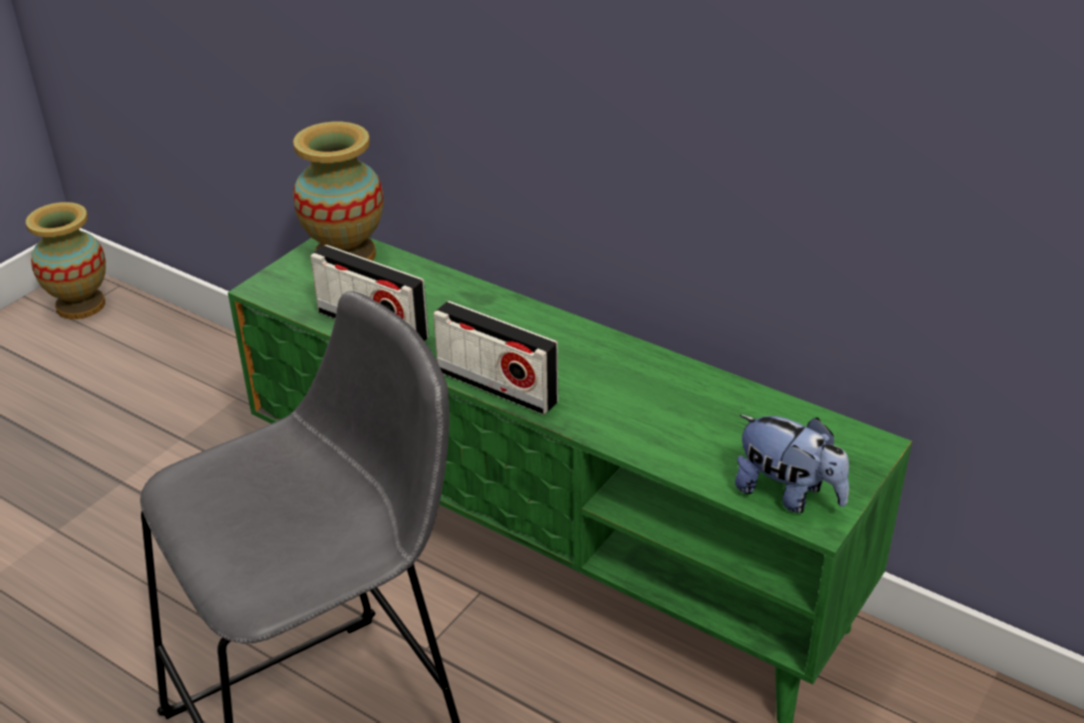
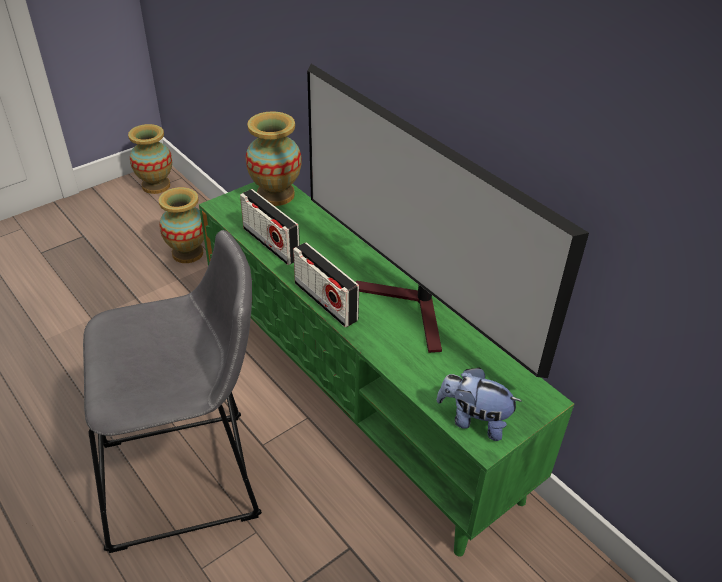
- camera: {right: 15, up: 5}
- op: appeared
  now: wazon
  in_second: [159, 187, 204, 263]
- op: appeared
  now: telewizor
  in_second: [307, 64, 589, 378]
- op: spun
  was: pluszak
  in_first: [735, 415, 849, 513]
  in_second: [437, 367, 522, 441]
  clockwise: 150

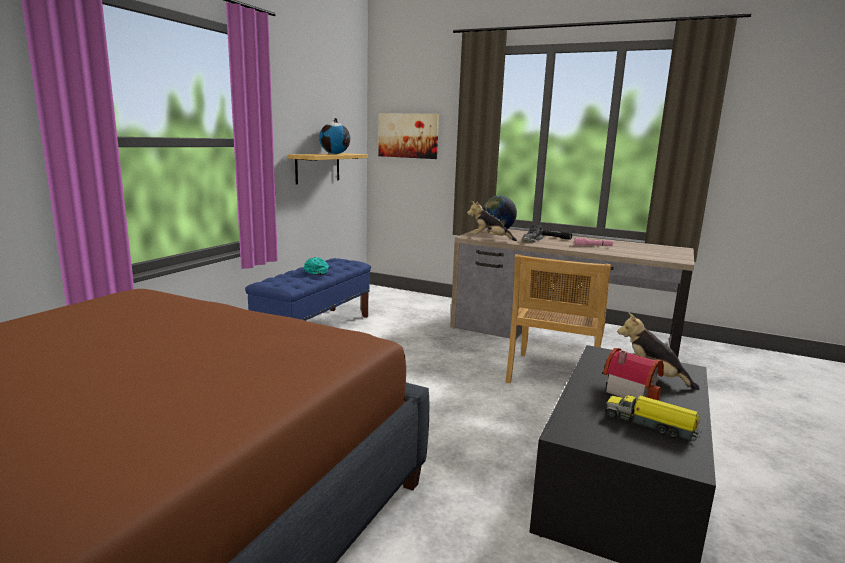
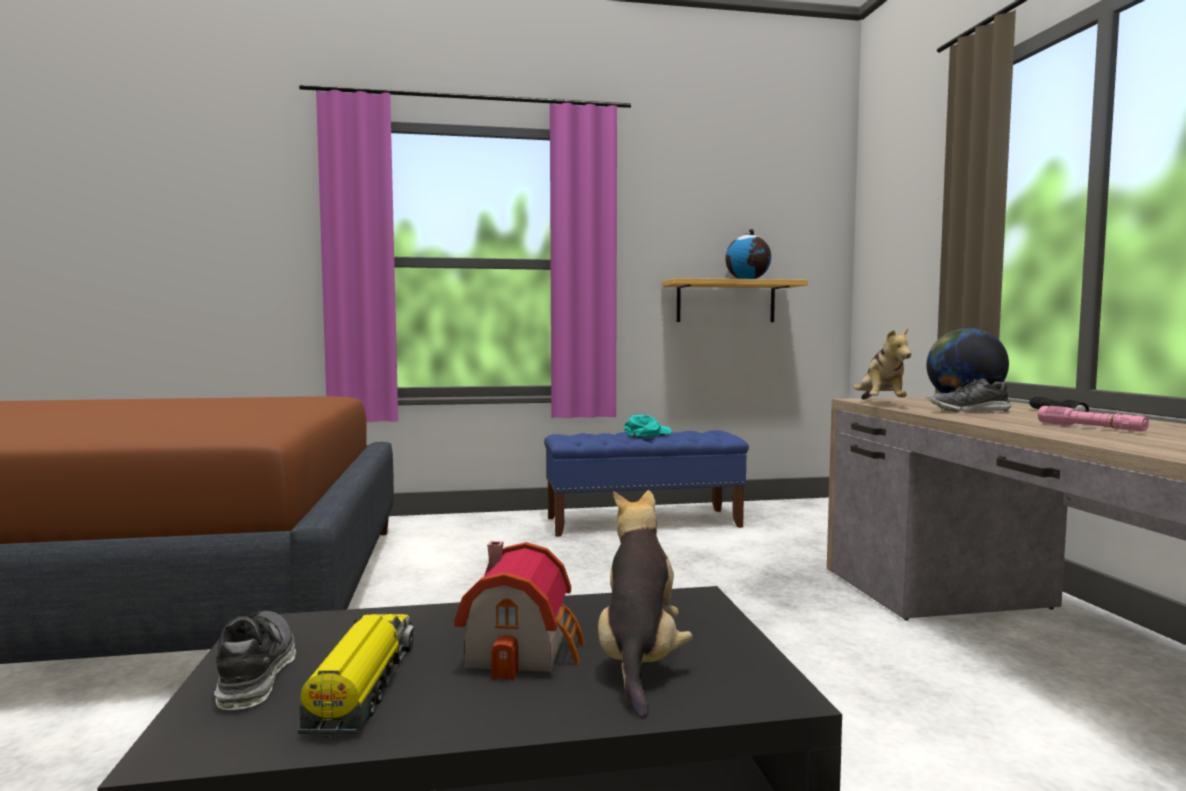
- camera: {right: 55, up: -10}
- op: missing
  was: obraz
  in_first: [378, 113, 439, 159]
- op: missing
  was: krzesło (beżowy)
  in_first: [505, 254, 611, 383]
- op: appeared
  now: but
  in_second: [214, 611, 296, 710]
- op: spun
  was: pluszak
  in_first: [467, 201, 517, 241]
  in_second: [854, 328, 911, 399]
  clockwise: -150

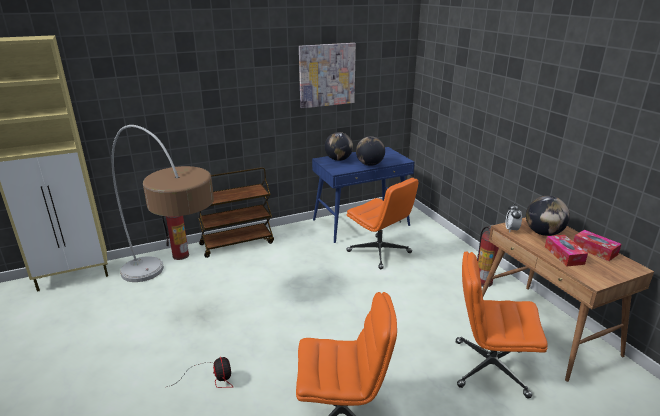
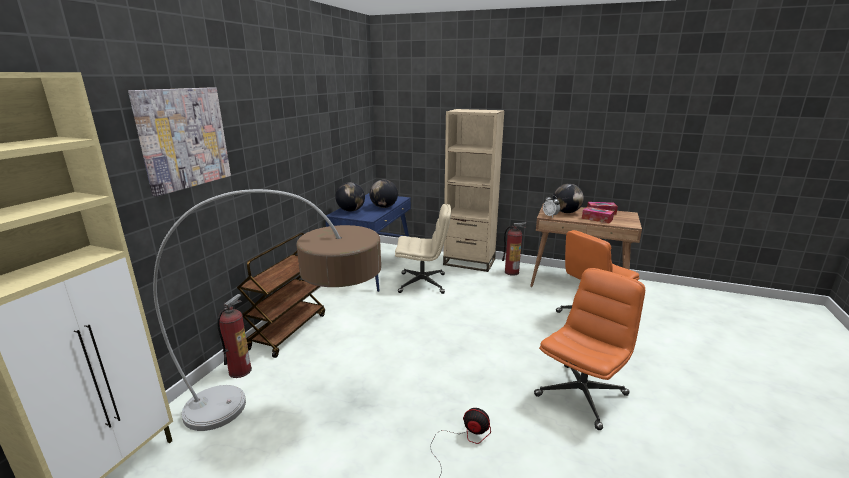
- camera: {right: -45, up: -5}
- op: appeared
  now: regał (beżowy)
  in_second: [443, 109, 505, 272]
- op: relocated
  was: obraz
  in_first: [299, 43, 356, 108]
  in_second: [128, 87, 231, 196]
- op: colour
  was: krzesło biurowe (pomarańczowy)
  now: krzesło biurowe (beżowy)
  in_first: [346, 178, 419, 269]
  in_second: [395, 204, 451, 294]

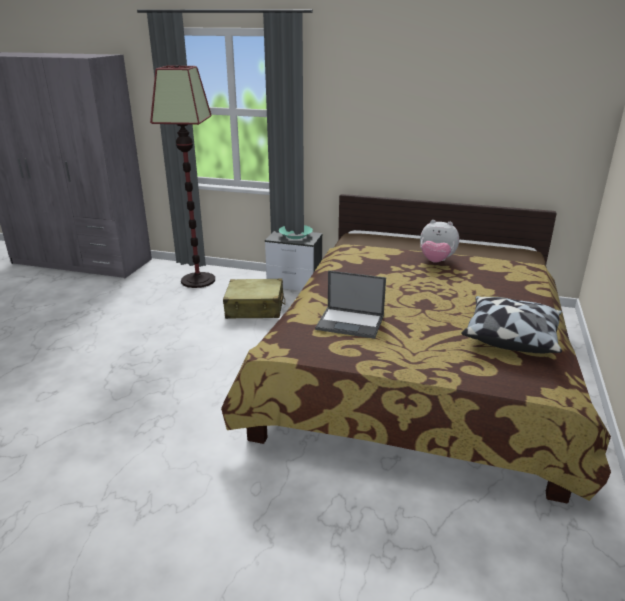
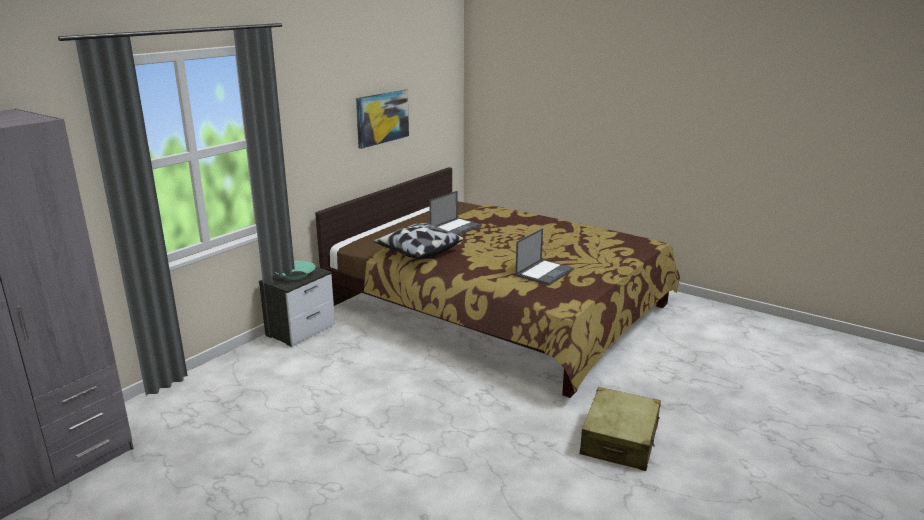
- camera: {right: -70, up: -5}
- op: missing
  was: lampa stojąca
  in_first: [150, 66, 215, 288]
- op: appeared
  now: obraz
  in_second: [356, 89, 409, 149]
- op: relocated
  was: walizka (beżowy)
  in_first: [223, 278, 285, 319]
  in_second: [580, 387, 661, 471]
- op: relocated
  was: poduszka
  in_first: [462, 296, 562, 353]
  in_second: [373, 223, 464, 259]
- op: exchanged
  was: pluszak
  now: laptop
  in_first: [420, 220, 459, 263]
  in_second: [429, 191, 482, 236]

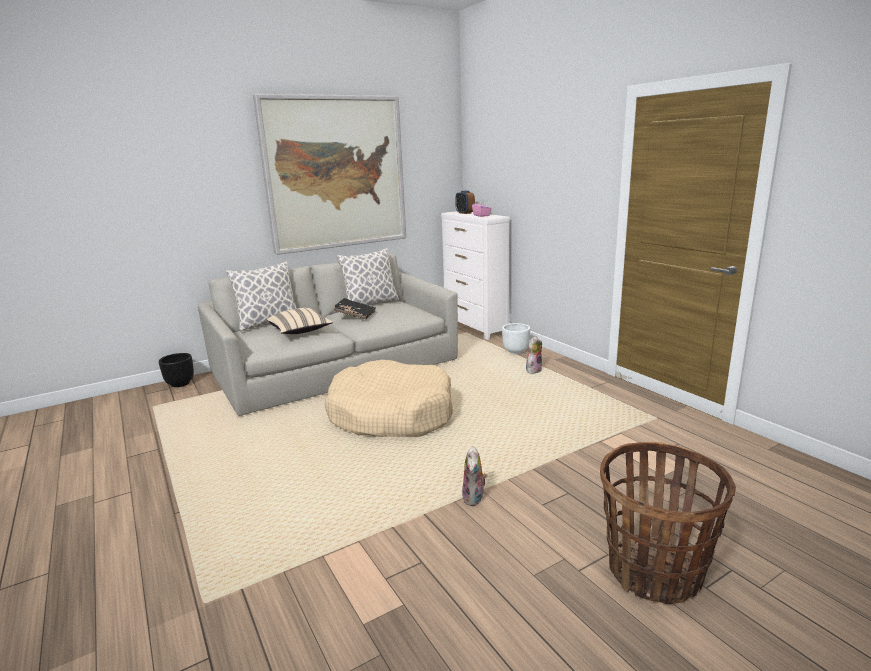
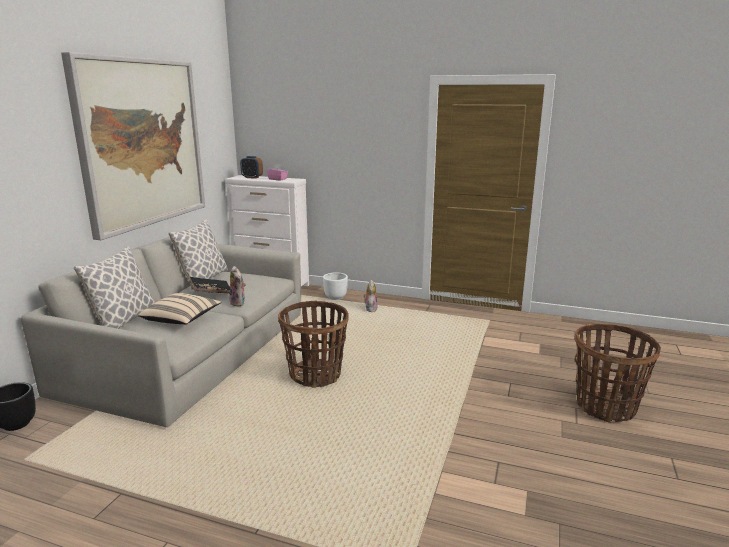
- camera: {right: -40, up: 0}
- op: relocated
  was: pluszak
  in_first: [462, 446, 488, 506]
  in_second: [229, 266, 246, 306]
- op: exchanged
  was: legowisko (beżowy)
  now: koszyk
  in_first: [325, 360, 453, 437]
  in_second: [278, 300, 349, 388]

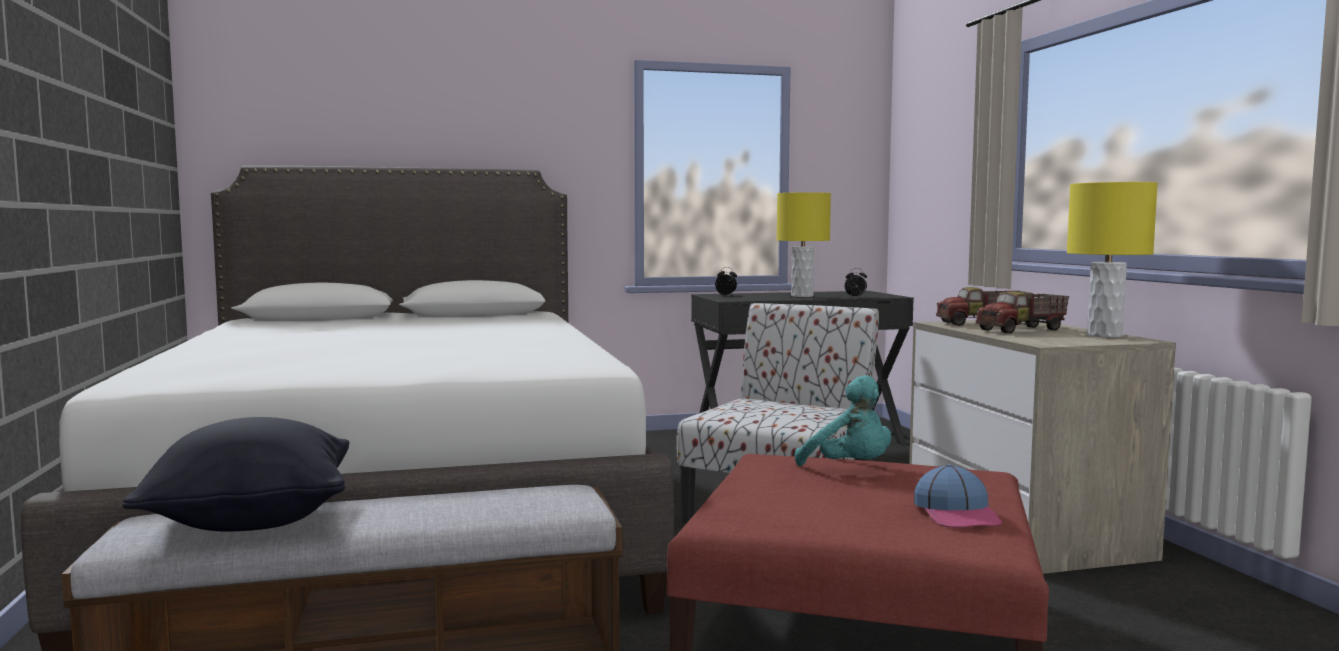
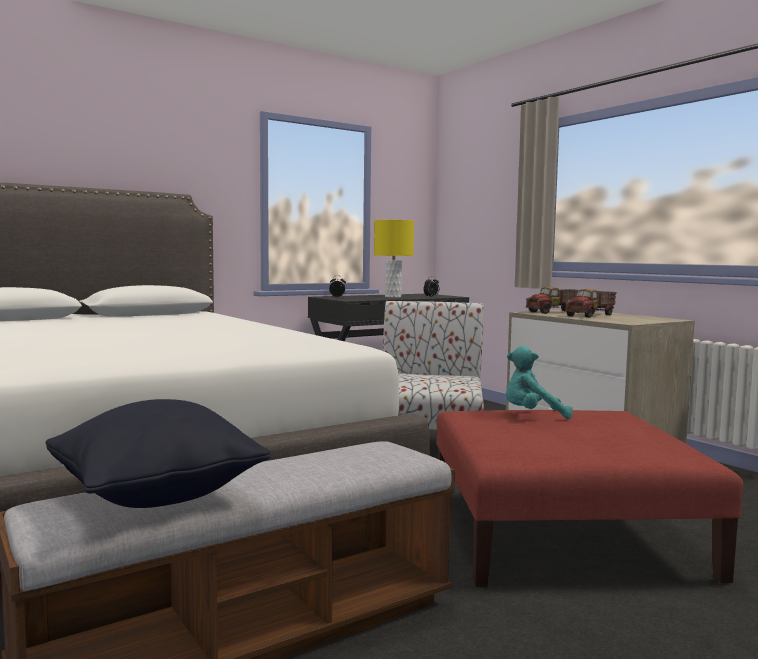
- camera: {right: -20, up: 0}
- op: missing
  was: czapka z daszkiem
  in_first: [914, 464, 1002, 528]
- op: missing
  was: lampa stołowa (żółty)
  in_first: [1067, 182, 1158, 338]
- op: spun
  was: pluszak (turkusowy)
  in_first: [795, 375, 892, 466]
  in_second: [506, 346, 573, 419]
  clockwise: 150

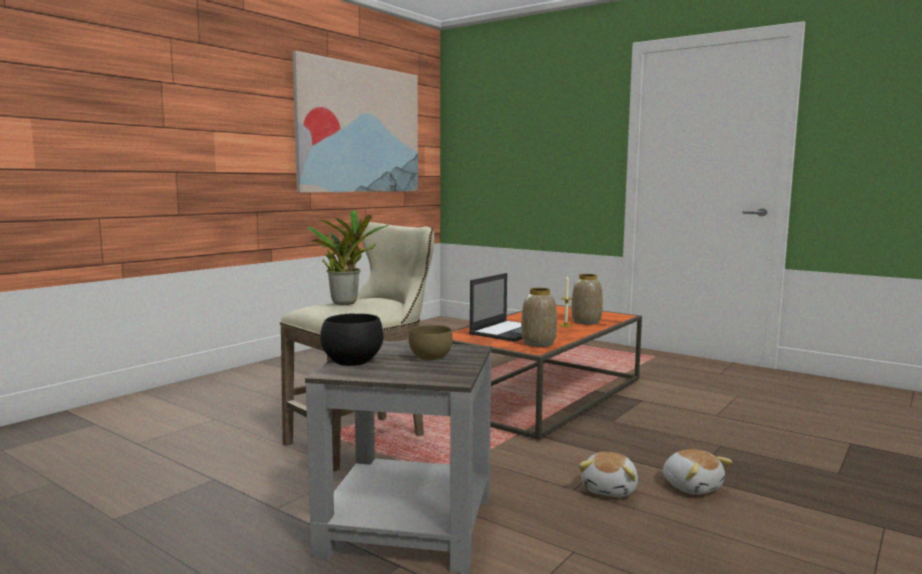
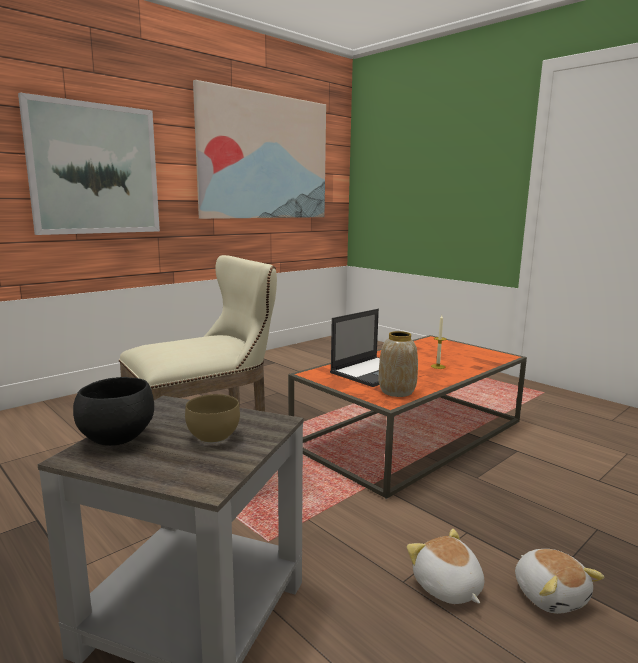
- camera: {right: 10, up: 5}
- op: missing
  was: roślina doniczkowa
  in_first: [308, 210, 389, 305]
- op: missing
  was: wazon
  in_first: [571, 274, 603, 325]
- op: appeared
  now: obraz
  in_second: [18, 93, 160, 235]
- op: spun
  was: pluszak
  in_first: [579, 452, 638, 497]
  in_second: [407, 529, 484, 604]
  clockwise: 120

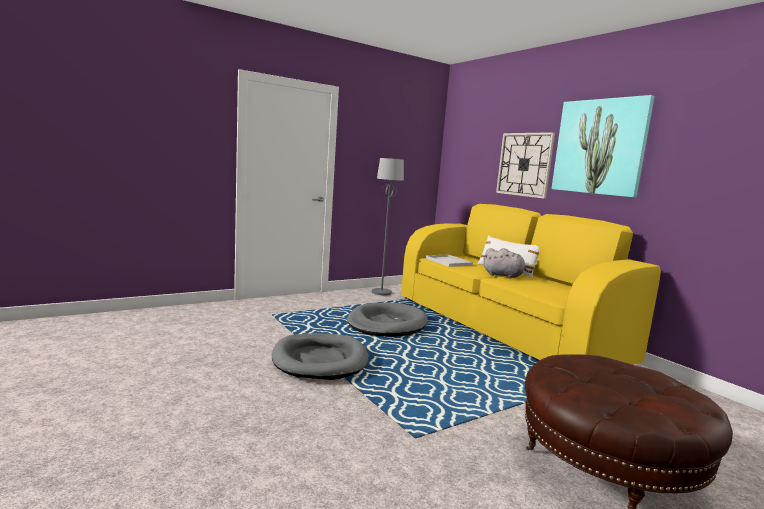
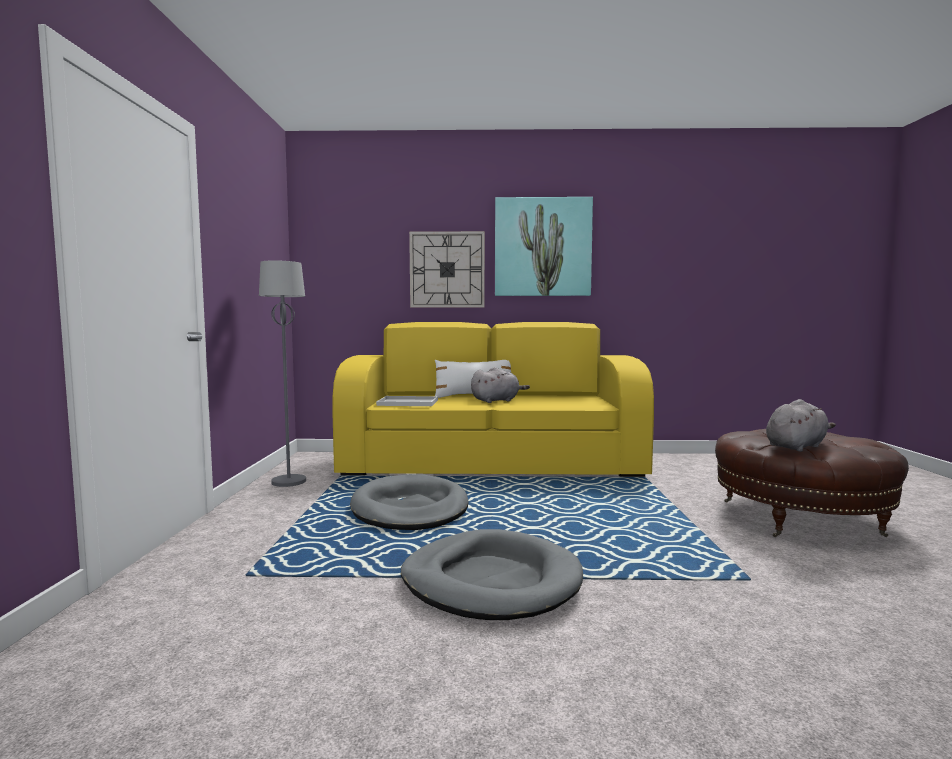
- camera: {right: -55, up: -5}
- op: appeared
  now: pluszak (szary)
  in_second: [766, 399, 836, 452]

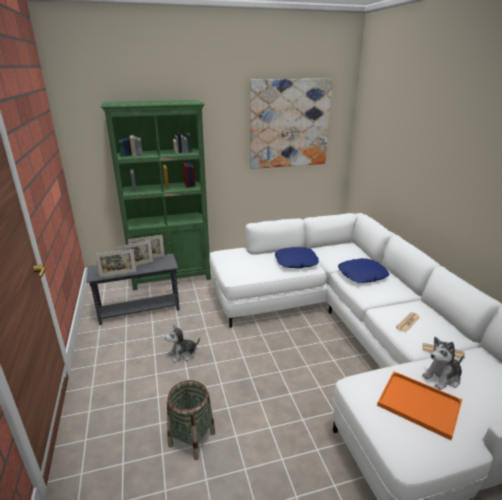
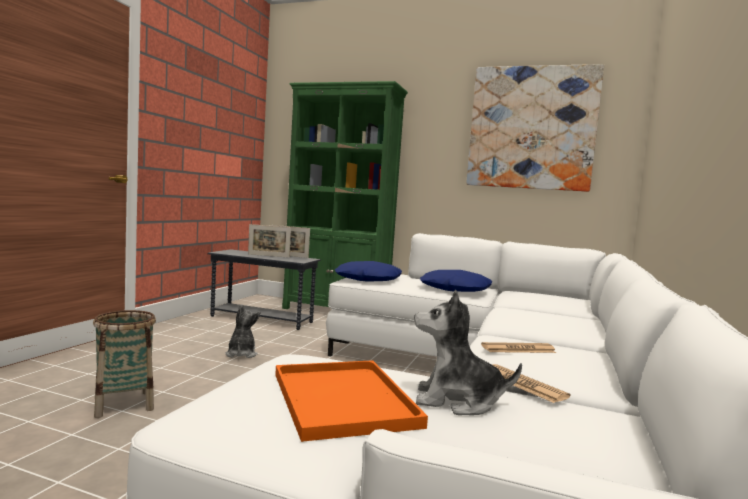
- camera: {right: 35, up: -20}
- op: missing
  was: ramka na zdjęcie
  in_first: [95, 249, 137, 277]
- op: relocated
  was: poduszka (niebieski)
  in_first: [338, 258, 390, 283]
  in_second: [335, 261, 402, 282]
- op: spun
  was: pluszak
  in_first: [165, 324, 200, 363]
  in_second: [225, 304, 260, 358]
  clockwise: 75

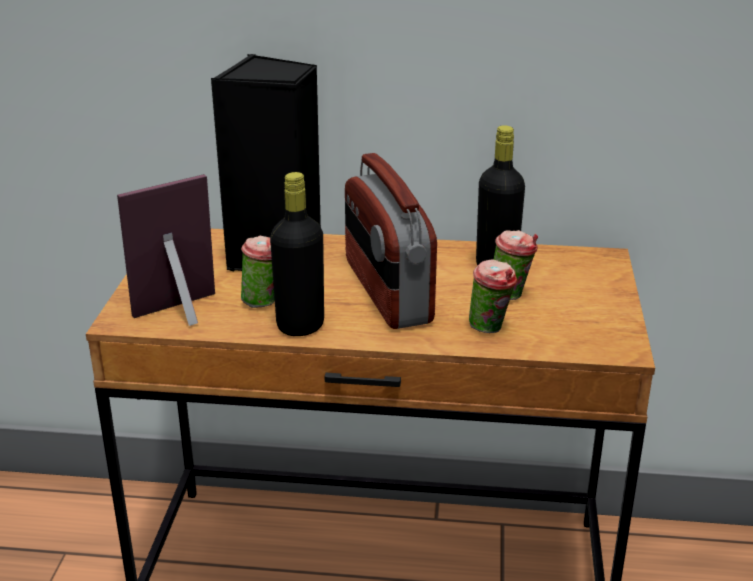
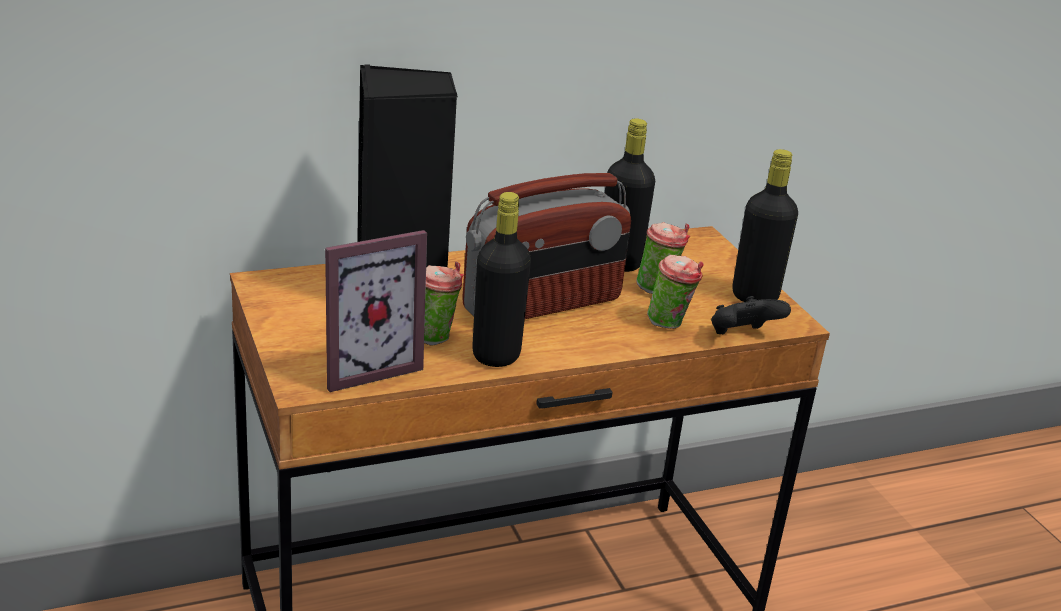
- camera: {right: -30, up: 0}
- op: appeared
  now: pad do gier (czarny)
  in_second: [711, 296, 791, 334]
- op: appeared
  now: butelka (czarny)
  in_second: [732, 149, 798, 302]
- op: spun
  was: ramka na zdjęcie
  in_first: [117, 174, 215, 326]
  in_second: [325, 230, 427, 392]
  clockwise: -150
- op: spun
  was: radio
  in_first: [345, 153, 437, 329]
  in_second: [462, 173, 631, 319]
  clockwise: -75

